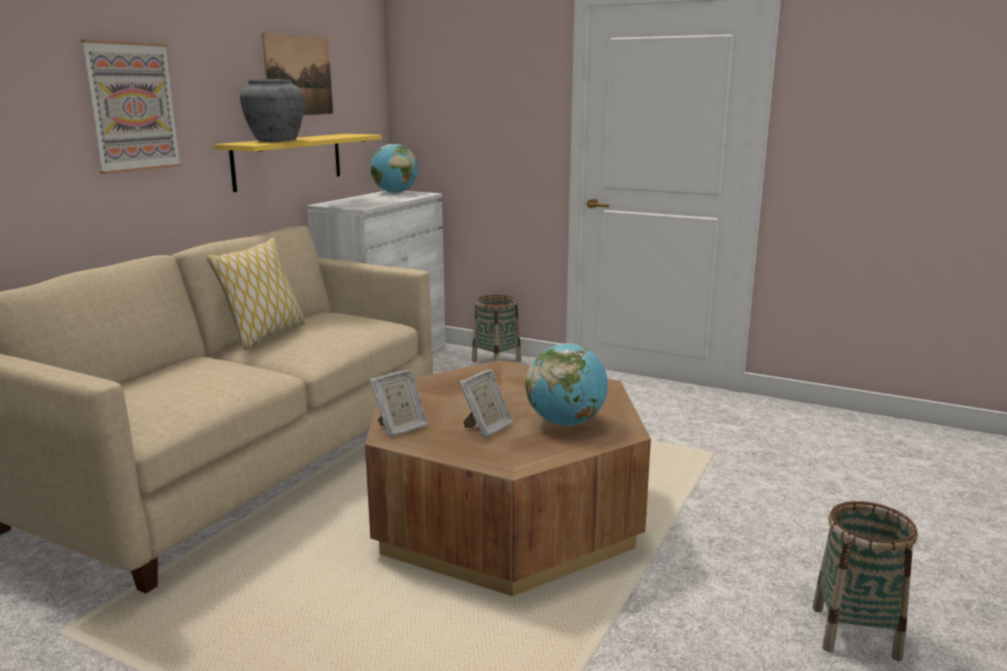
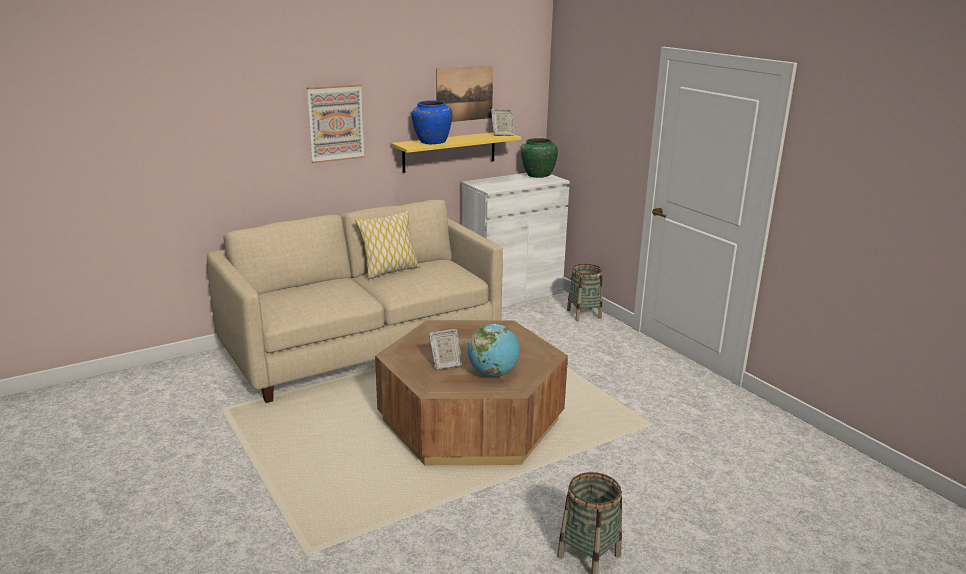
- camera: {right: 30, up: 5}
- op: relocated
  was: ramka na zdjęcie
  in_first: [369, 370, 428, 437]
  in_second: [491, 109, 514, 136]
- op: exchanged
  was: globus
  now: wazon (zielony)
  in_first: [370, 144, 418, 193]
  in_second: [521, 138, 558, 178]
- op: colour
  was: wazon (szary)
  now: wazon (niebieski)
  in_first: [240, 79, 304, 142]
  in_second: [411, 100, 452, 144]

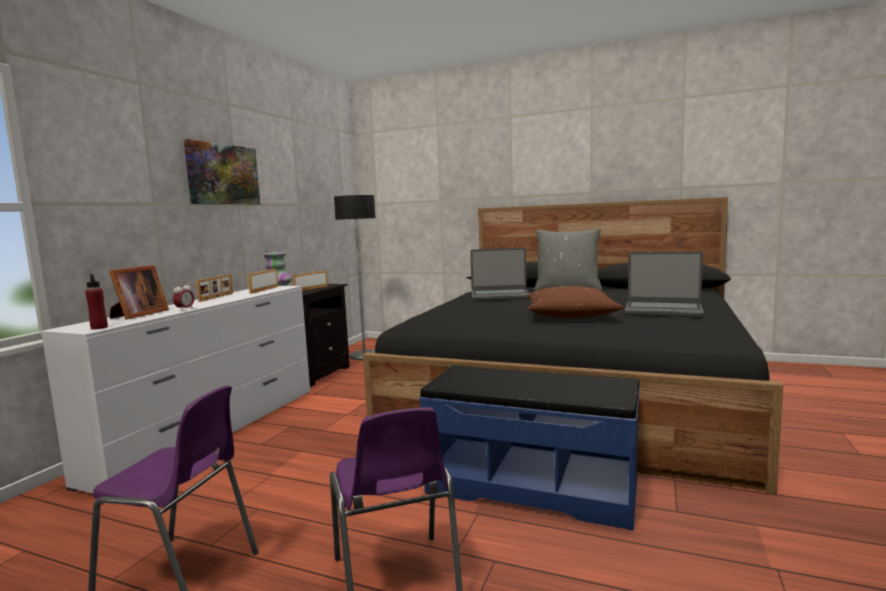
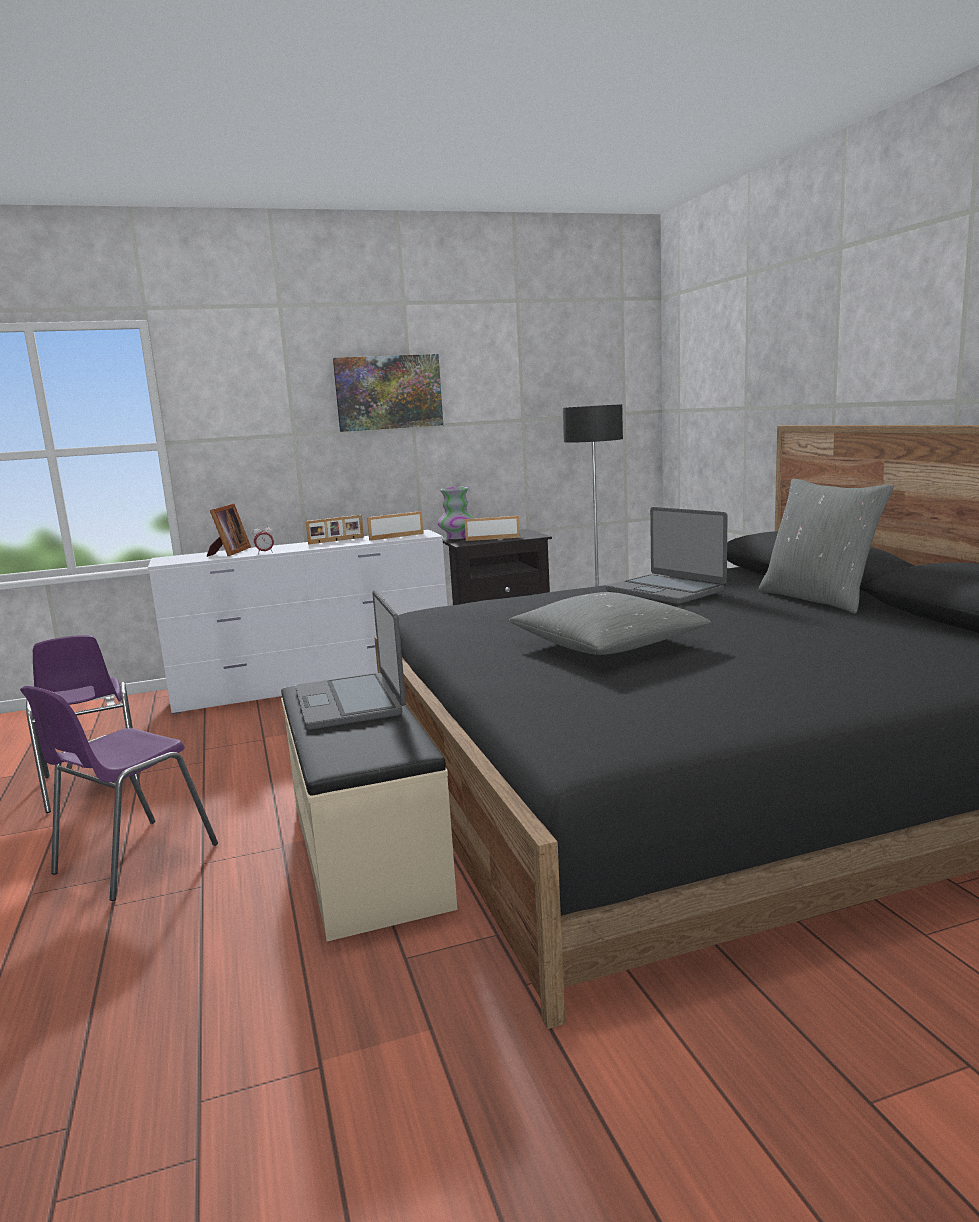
- camera: {right: 50, up: 5}
- op: missing
  was: butelka (czerwony)
  in_first: [85, 274, 108, 330]
- op: relocated
  was: laptop
  in_first: [624, 251, 704, 317]
  in_second: [296, 590, 406, 730]
- op: colour
  was: ławka (niebieski)
  now: ławka (beżowy)
  in_first: [419, 365, 640, 531]
  in_second: [281, 675, 458, 942]
- op: colour
  was: poduszka (brązowy)
  now: poduszka (szary)
  in_first: [527, 286, 624, 318]
  in_second: [509, 592, 711, 655]
- op: spun
  was: ramka na zdjęcie
  in_first: [109, 265, 169, 320]
  in_second: [207, 504, 251, 557]
  clockwise: -60

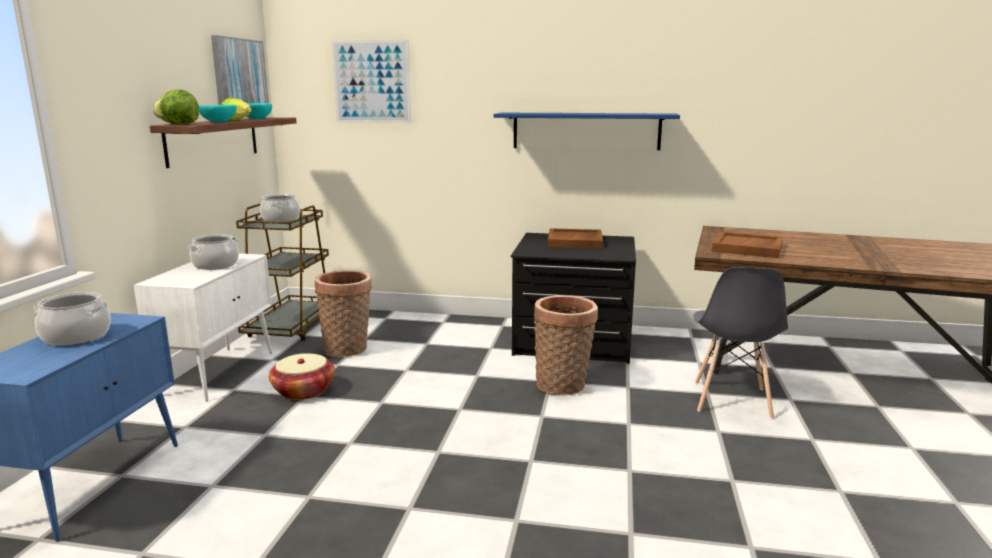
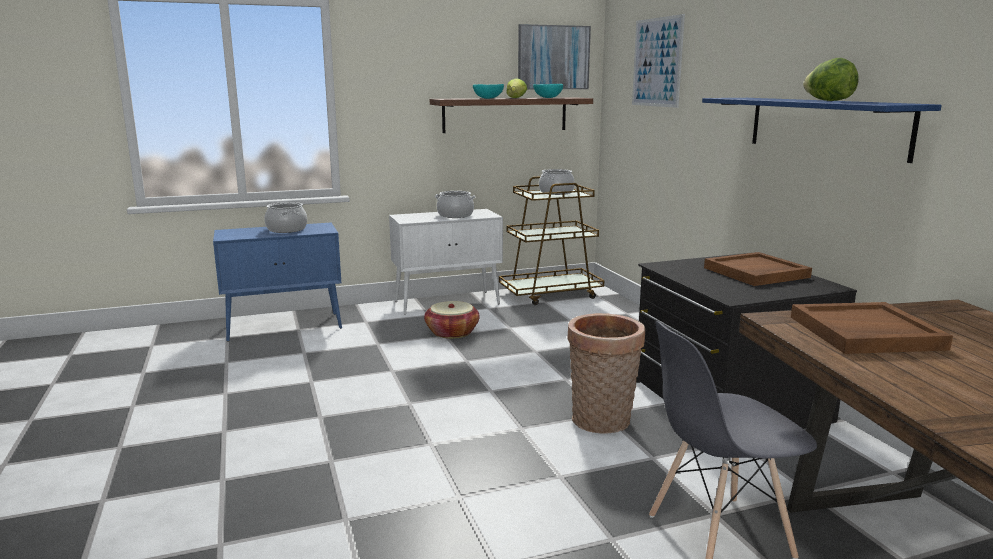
- camera: {right: 60, up: 0}
- op: missing
  was: koszyk
  in_first: [315, 270, 372, 357]
- op: relocated
  was: sałata
  in_first: [153, 89, 199, 125]
  in_second: [803, 58, 859, 101]

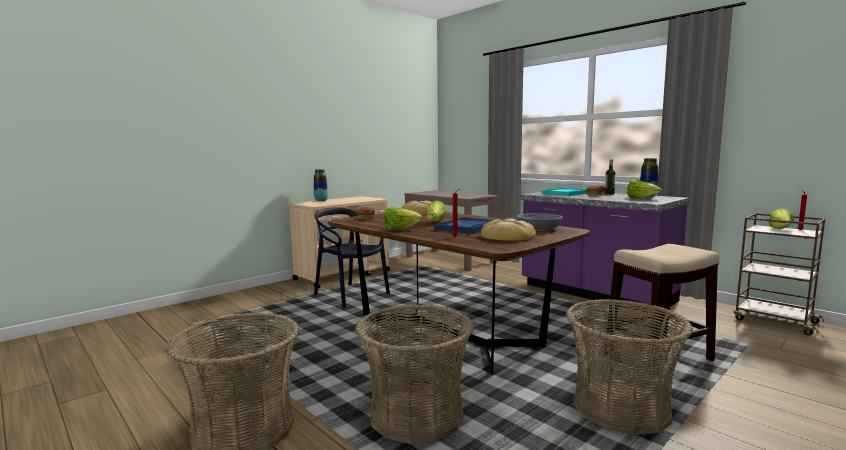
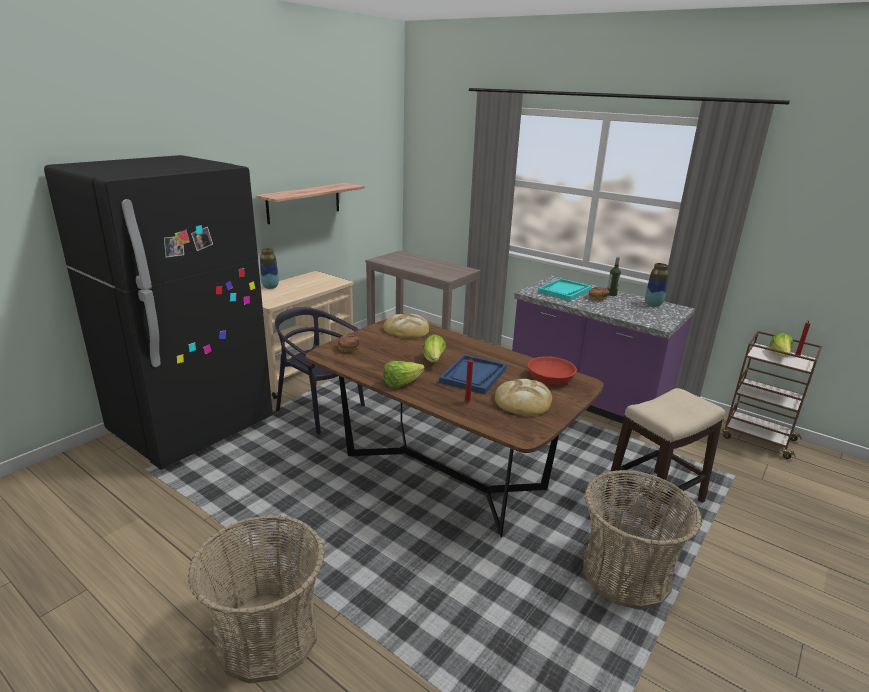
- camera: {right: -10, up: 15}
- op: missing
  was: koszyk
  in_first: [356, 304, 474, 444]
- op: missing
  was: sałata
  in_first: [627, 180, 662, 198]
- op: appeared
  now: lodówka (czarny)
  in_second: [44, 155, 273, 470]
- op: appeared
  now: półka
  in_second: [256, 183, 365, 224]
- op: colour
  was: miska (szary)
  now: miska (czerwony)
  in_first: [517, 213, 563, 231]
  in_second: [527, 356, 577, 386]

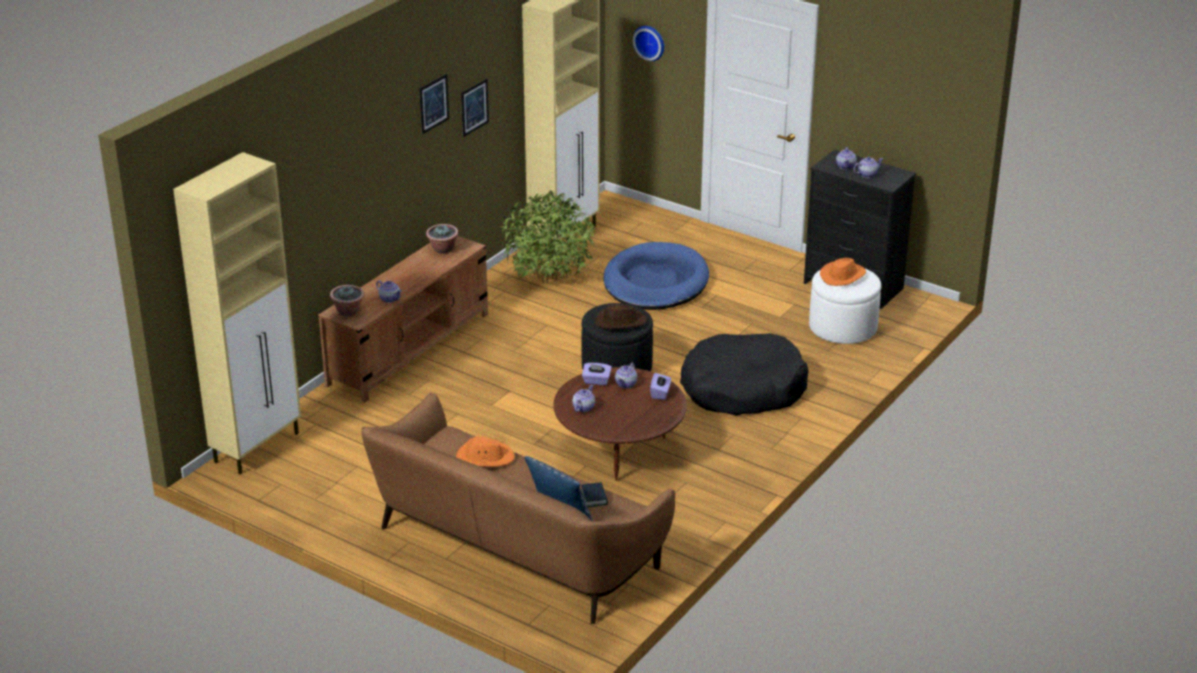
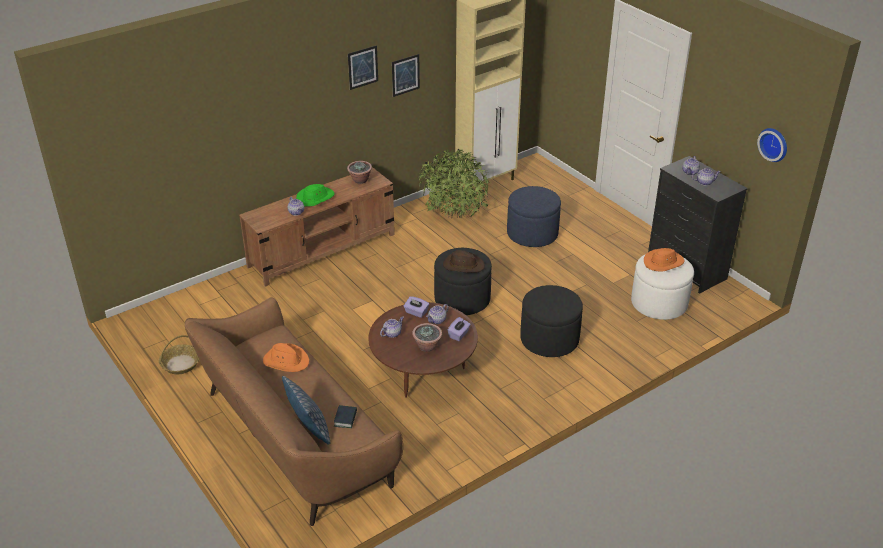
- camera: {right: 20, up: 5}
- op: missing
  was: szafka (beżowy)
  in_first: [173, 152, 301, 475]
- op: appeared
  now: koszyk
  in_second: [159, 335, 199, 374]
- op: appeared
  now: kapelusz (zielony)
  in_second: [296, 184, 335, 207]
- op: relocated
  was: roślina doniczkowa
  in_first: [330, 285, 364, 316]
  in_second: [412, 323, 442, 352]
- op: relocated
  was: zegar ścienny
  in_first: [633, 26, 664, 61]
  in_second: [757, 128, 787, 162]
- op: exchanged
  was: legowisko (niebieski)
  now: pufa (niebieski)
  in_first: [604, 242, 709, 310]
  in_second: [507, 186, 561, 247]
- op: exchanged
  was: legowisko (czarny)
  now: pufa (czarny)
  in_first: [680, 333, 809, 415]
  in_second: [520, 285, 583, 357]

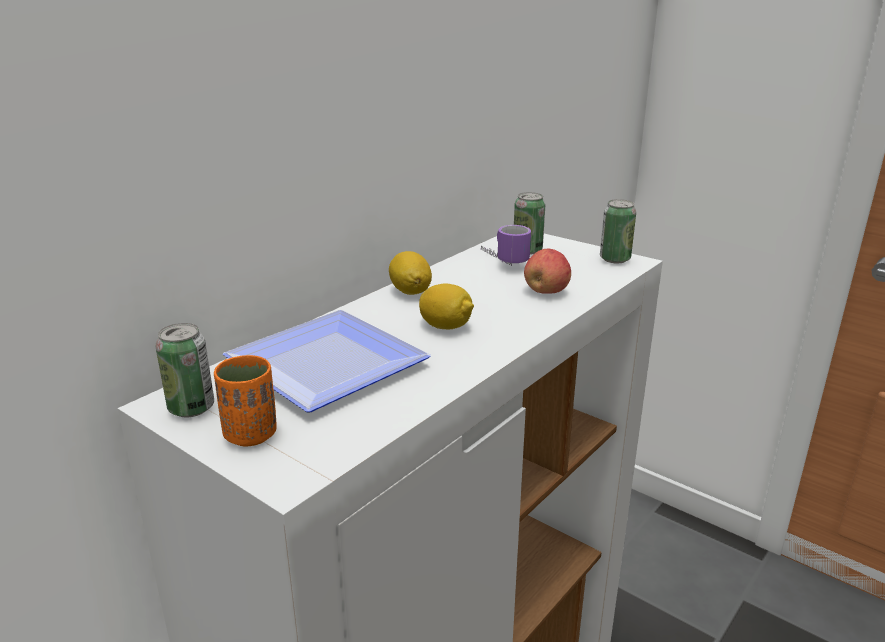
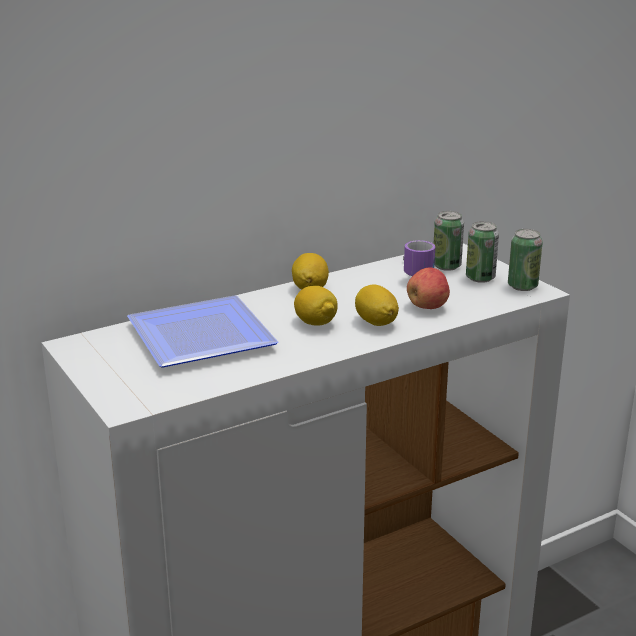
- camera: {right: 20, up: 0}
- op: missing
  was: filiżanka (pomarańczowy)
  in_first: [214, 355, 277, 447]
- op: appeared
  now: cytryna
  in_second: [355, 285, 399, 326]
- op: relocated
  was: puszka
  in_first: [155, 323, 214, 417]
  in_second: [466, 221, 499, 283]

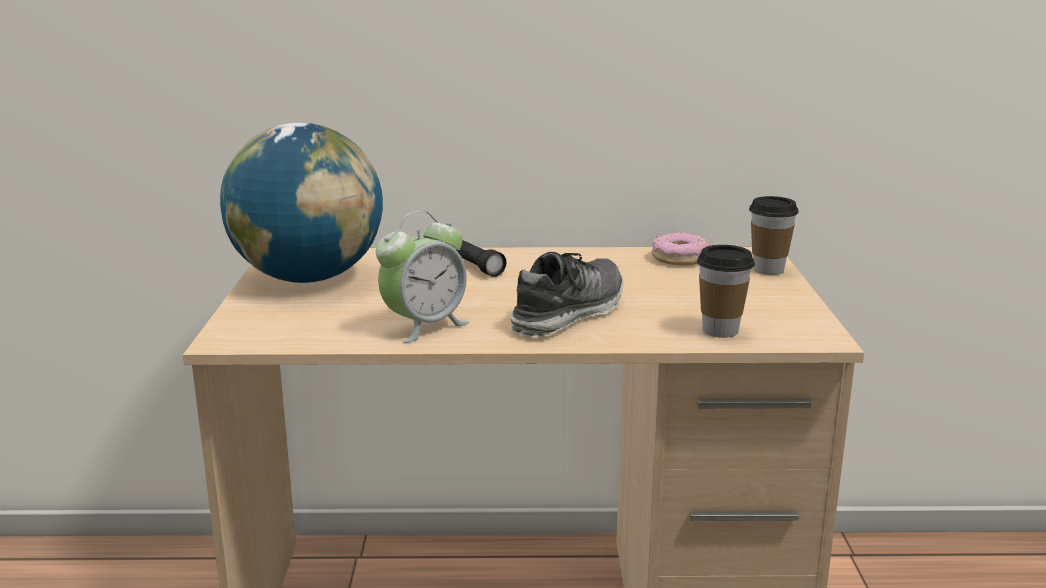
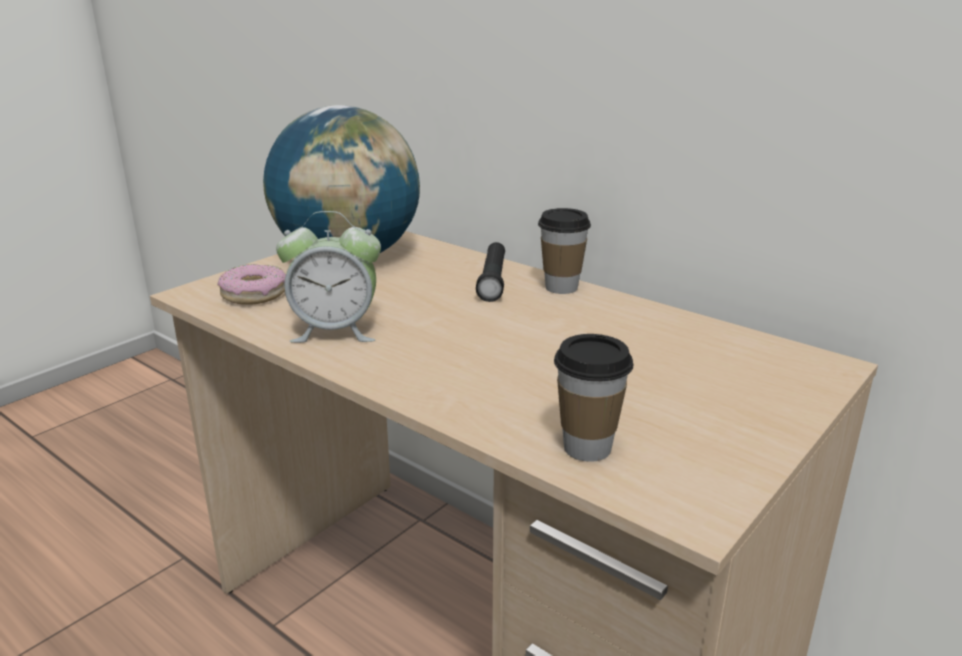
- camera: {right: 40, up: 5}
- op: missing
  was: but
  in_first: [510, 252, 624, 337]
- op: relocated
  was: donut
  in_first: [651, 232, 710, 266]
  in_second: [217, 264, 286, 305]
- op: relocated
  was: filiżanka
  in_first: [749, 196, 799, 275]
  in_second: [538, 208, 591, 294]

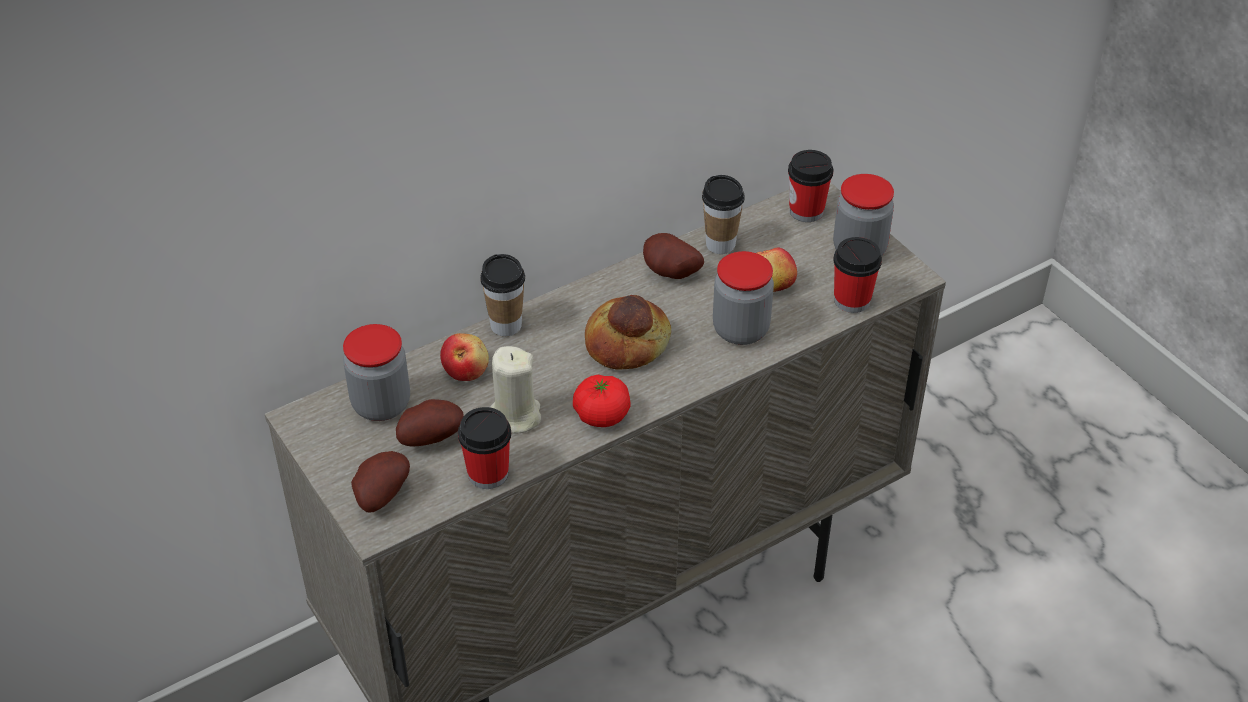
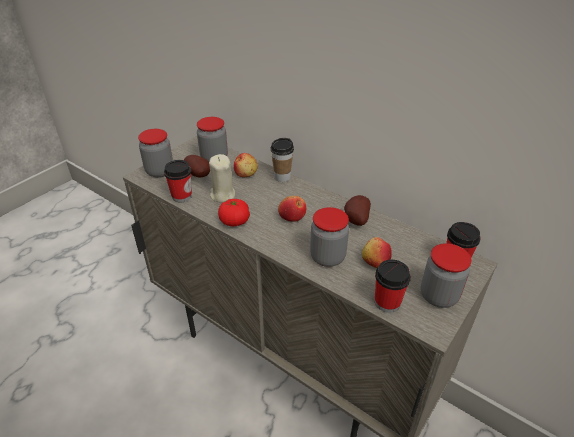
- camera: {right: 70, up: -5}
- op: missing
  was: filiżanka
  in_first: [702, 175, 745, 254]
- op: exchanged
  was: ziemniak
  now: słoik
  in_first: [351, 451, 410, 513]
  in_second: [138, 129, 173, 178]
- op: exchanged
  was: chleb
  now: jabłko
  in_first: [585, 295, 671, 370]
  in_second: [278, 196, 306, 222]

